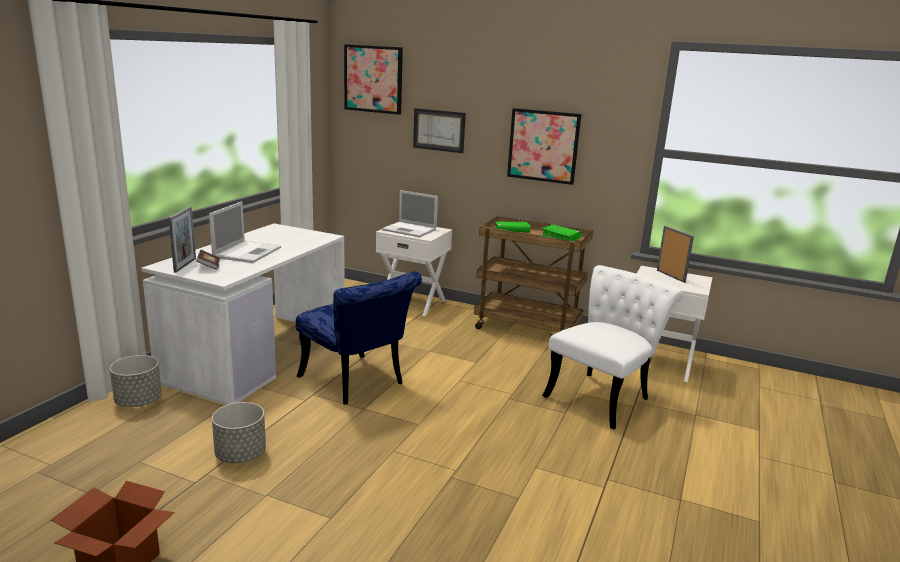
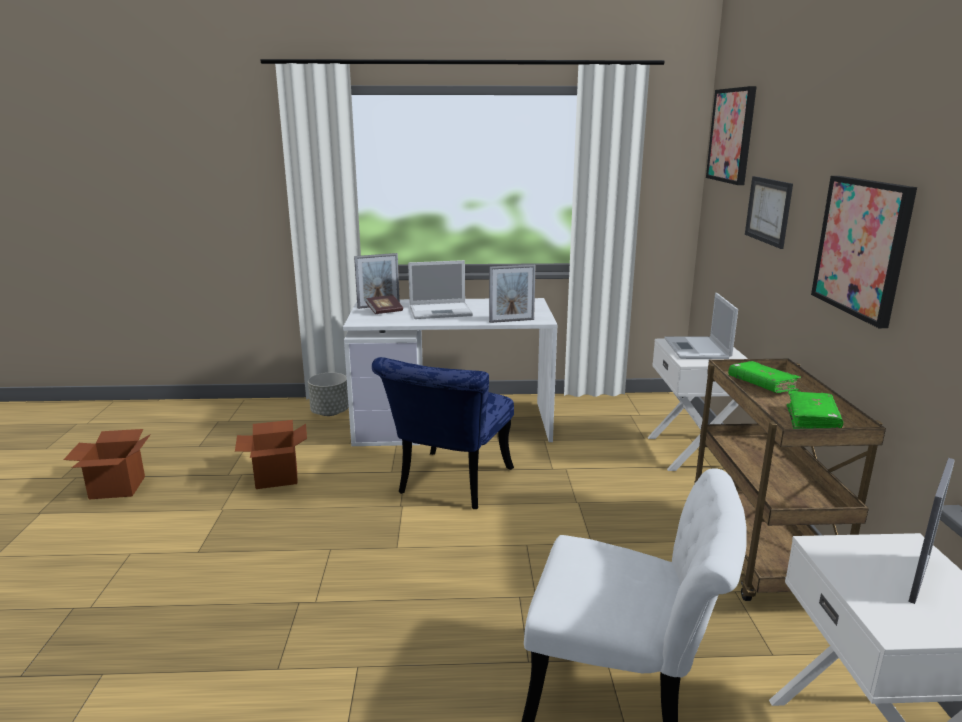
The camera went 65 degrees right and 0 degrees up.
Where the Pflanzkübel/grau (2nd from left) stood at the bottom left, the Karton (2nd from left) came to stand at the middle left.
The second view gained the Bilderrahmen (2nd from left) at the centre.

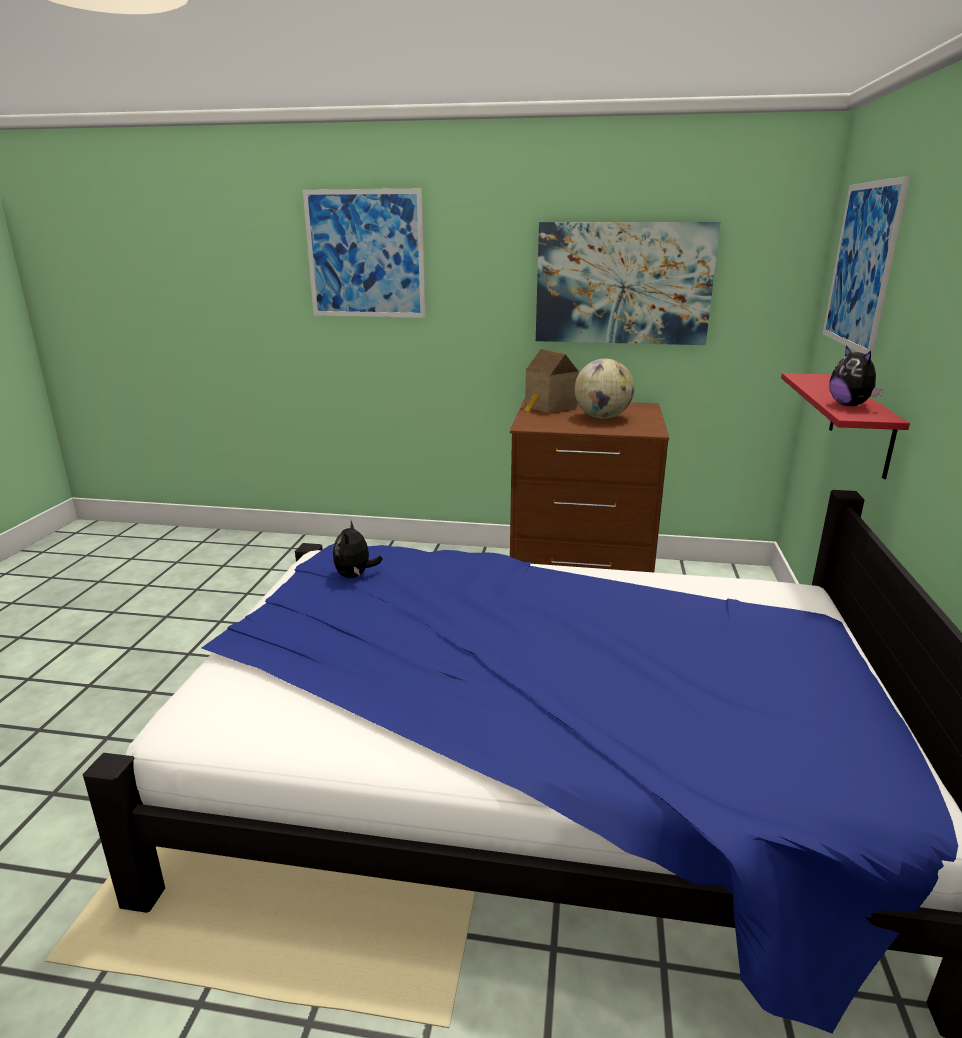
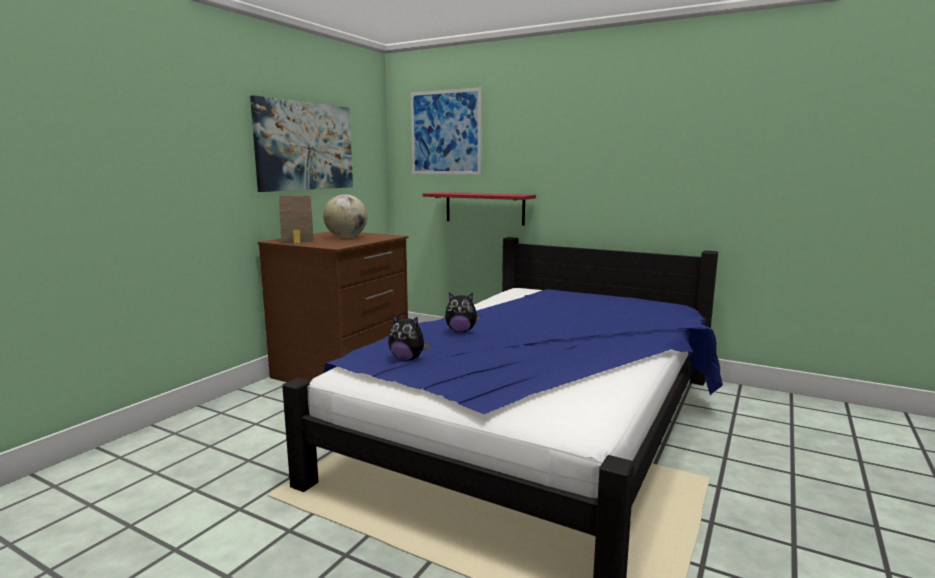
The camera went 70 degrees left and 10 degrees down.
The second view lost the Bild (1st from left) at the top centre.
The Plüschtier (2nd from left) ended up elsewhere, having gone from the middle right to the centre.

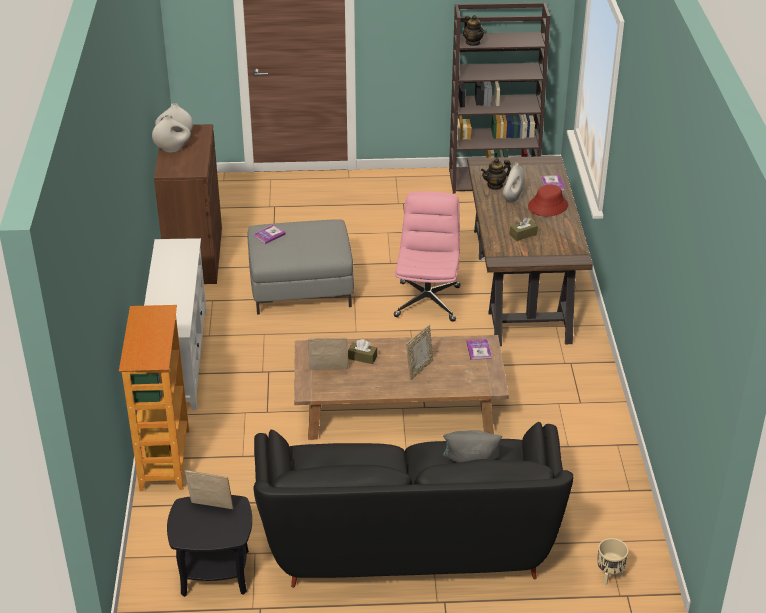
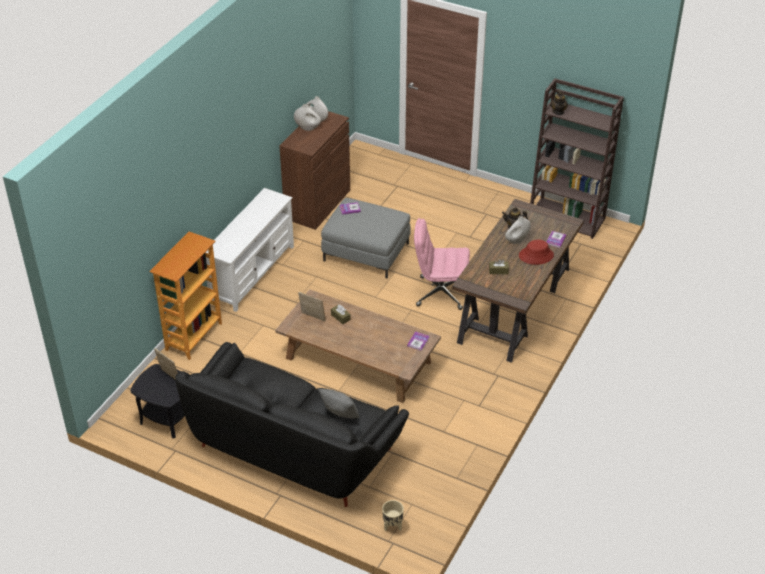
The camera went 30 degrees right and 5 degrees up.
The Bürostuhl/rosa at the centre ended up facing another way, 120 degrees counterclockwise from before.
The second view lost the Bilderrahmen (3rd from left) at the centre.

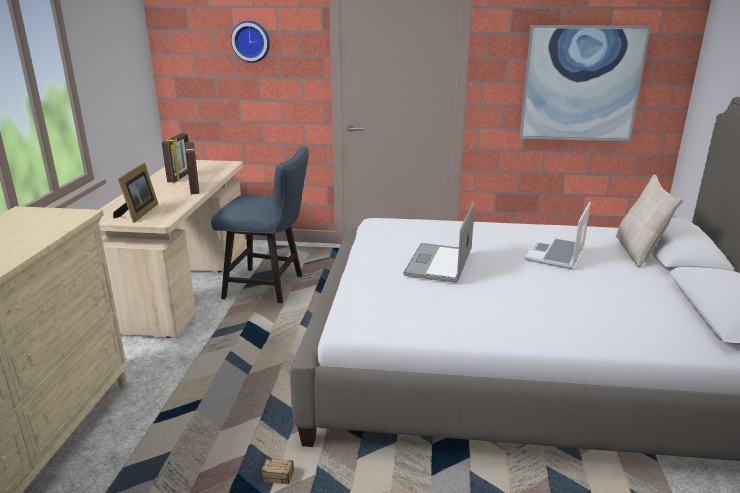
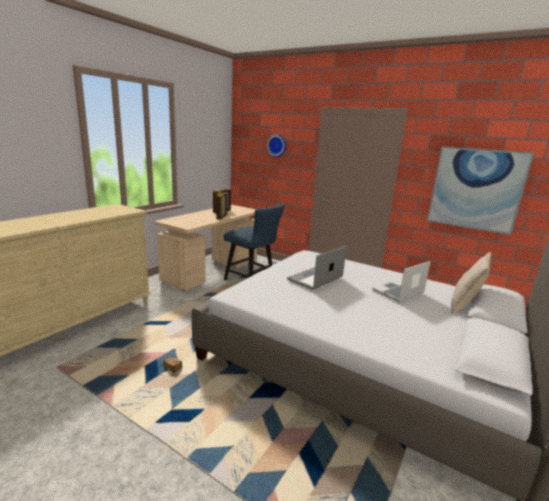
The camera went 25 degrees right and 5 degrees down.
The second view lost the Bilderrahmen (1st from left) at the middle left.

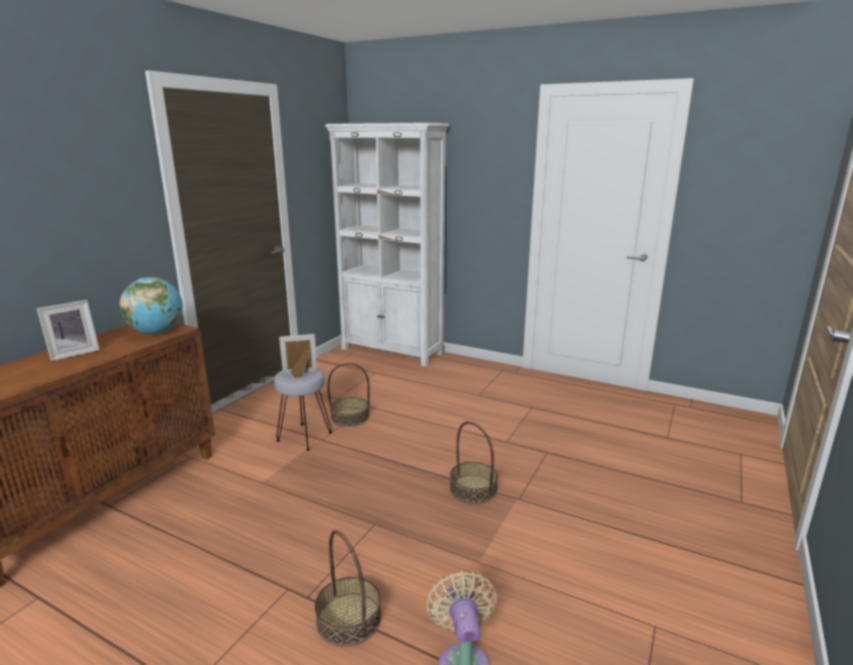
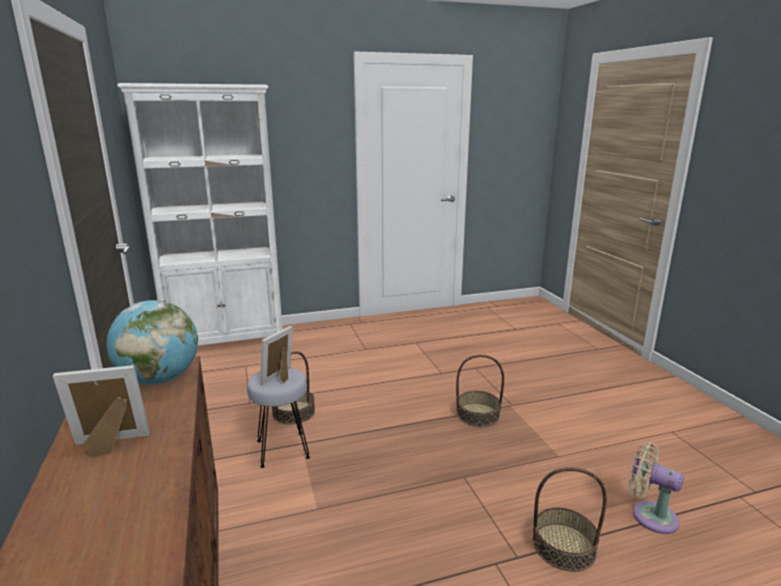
The camera went 45 degrees left and 0 degrees up.
The Bilderrahmen (1st from left) at the middle left ended up facing another way, 105 degrees counterclockwise from before.

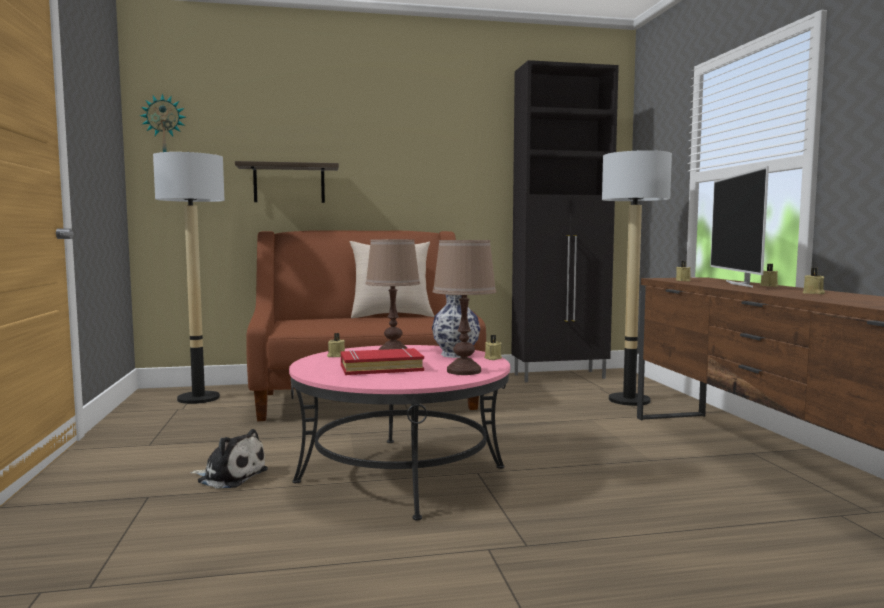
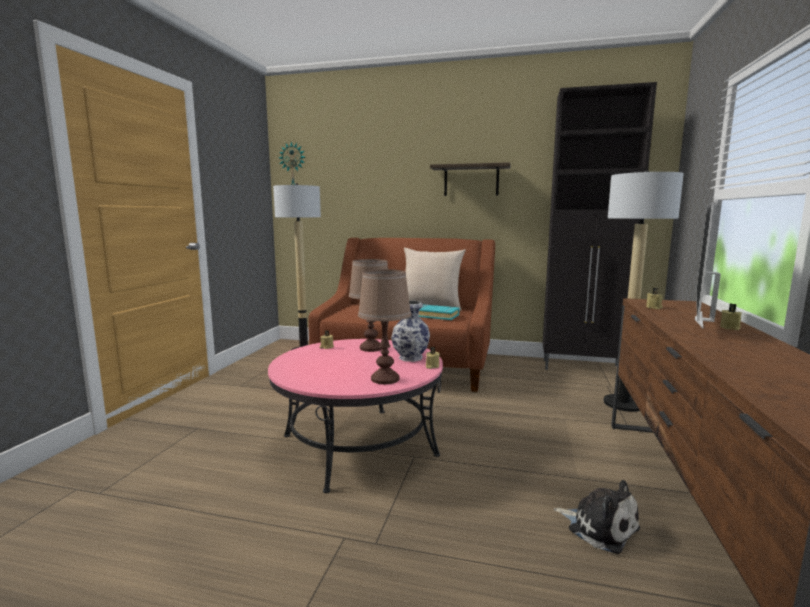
The camera went 25 degrees right and 5 degrees up.
The Wandregal ended up elsewhere, having gone from the top left to the top centre.
The second view lost the Kerze/beige (5th from left) at the middle right.
The second view lost the Buch/rot at the centre.
The Plüschtier ended up elsewhere, having gone from the bottom left to the bottom right.
The second view gained the Buch/türkis at the centre.

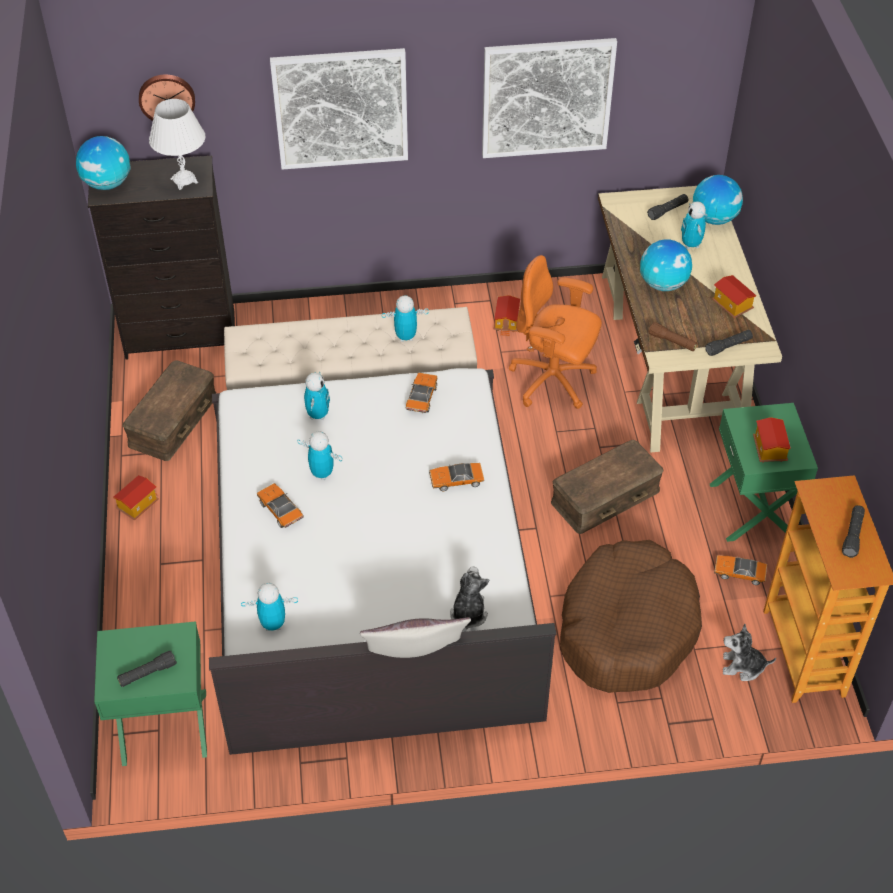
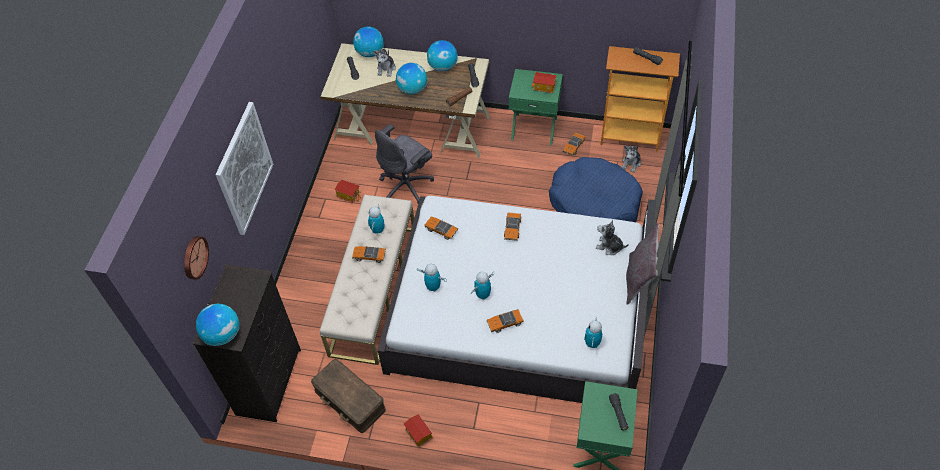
The camera went 70 degrees left and 5 degrees up.
The second view lost the Bild (2nd from left) at the top centre.
The second view lost the Tischlampe/weiß at the top left.
Where the Spielzeugroboter (5th from left) stood at the top right, the Plüschtier (1st from left) came to stand at the top centre.
What was the Bürostuhl/orange at the centre turned into the Bürostuhl/grau at the centre.
Where the Spielzeughaus (3rd from left) stood at the top right, the Globus (4th from left) came to stand at the top centre.
The second view lost the Aufbewahrungsbox/braun (2nd from left) at the middle right.
What was the Hundebett/braun at the bottom right turned into the Hundebett/blau at the centre.
The second view gained the Spielzeugauto (1st from left) at the centre.

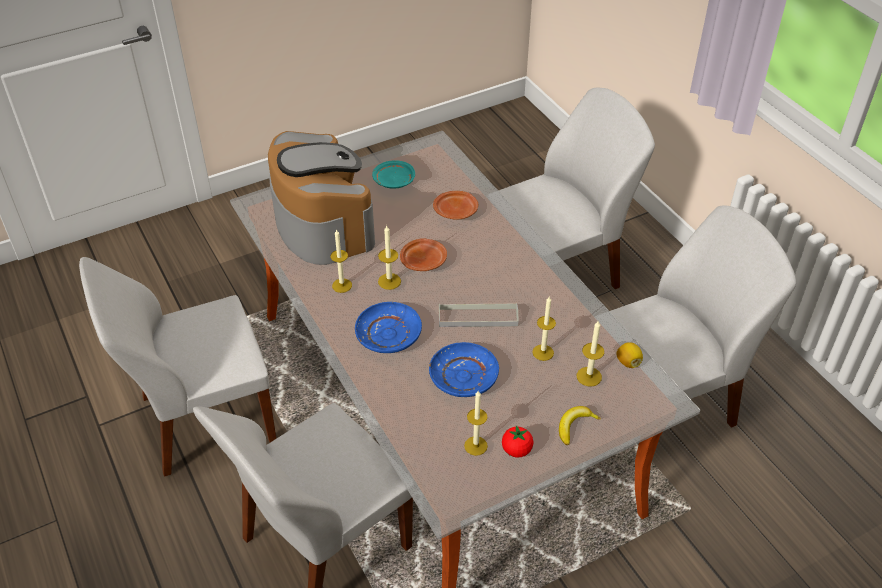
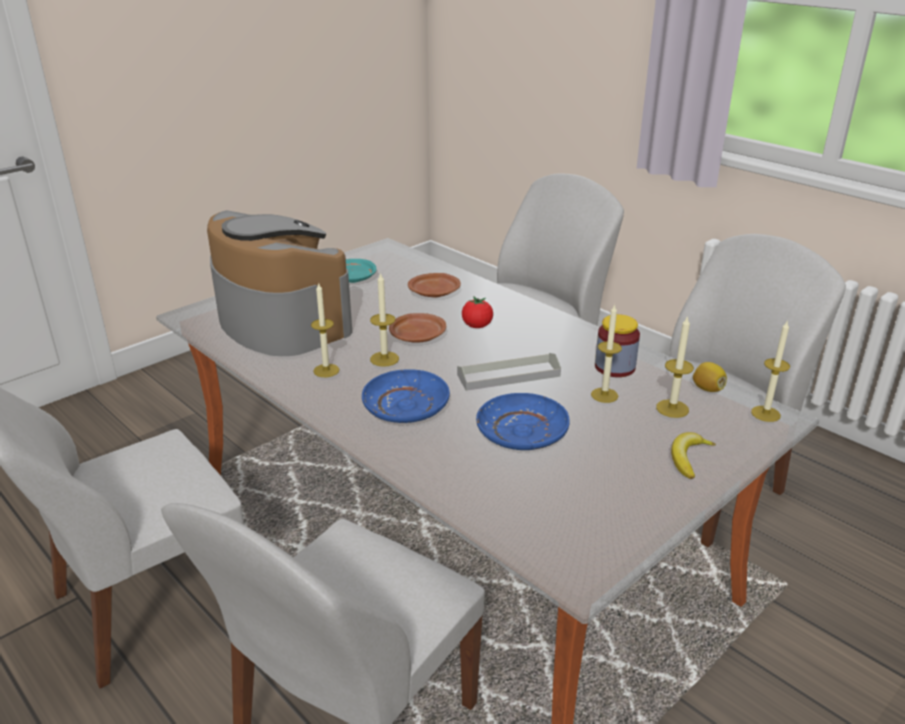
The camera went 15 degrees left and 15 degrees down.
The Kerze (3rd from left in the first image) ended up elsewhere, having gone from the bottom centre to the middle right.
The Tomate ended up elsewhere, having gone from the bottom centre to the centre.
The second view gained the Vorratsglas at the middle right.

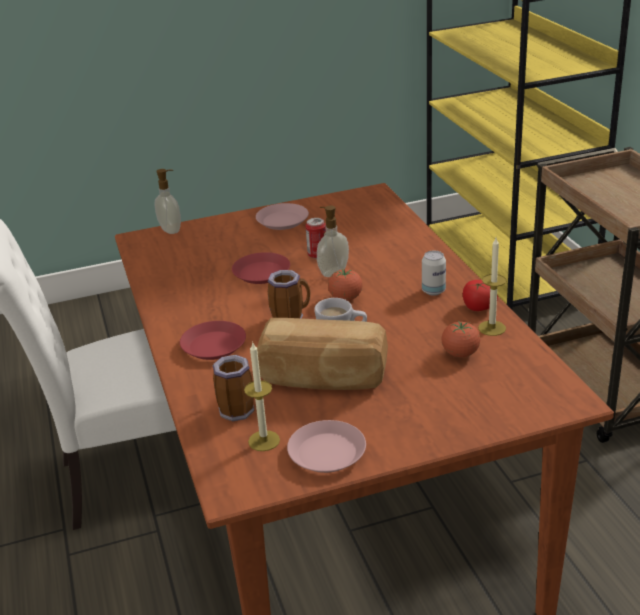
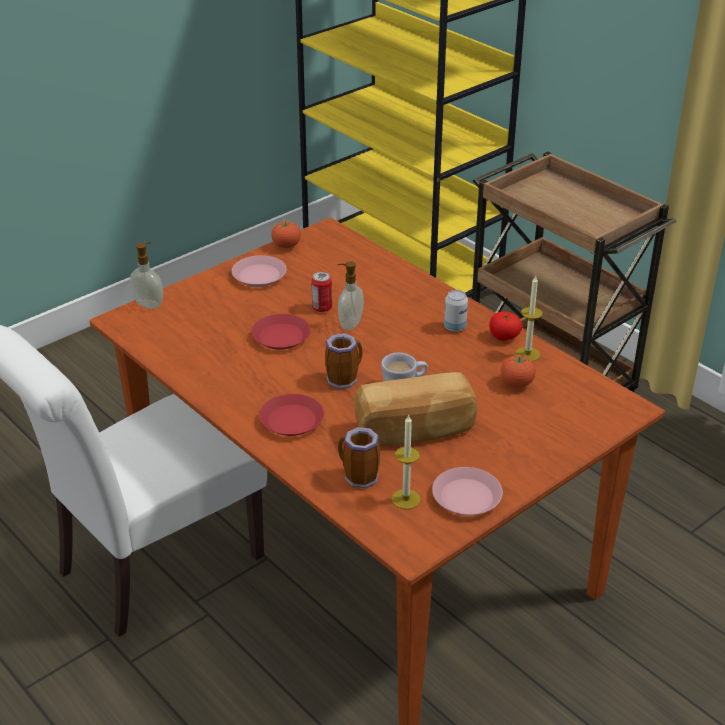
The camera went 25 degrees left and 5 degrees up.
The Tomate (1st from left) ended up elsewhere, having gone from the centre to the top centre.

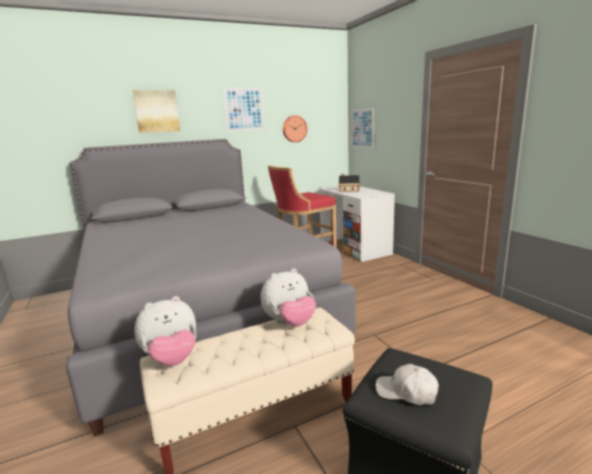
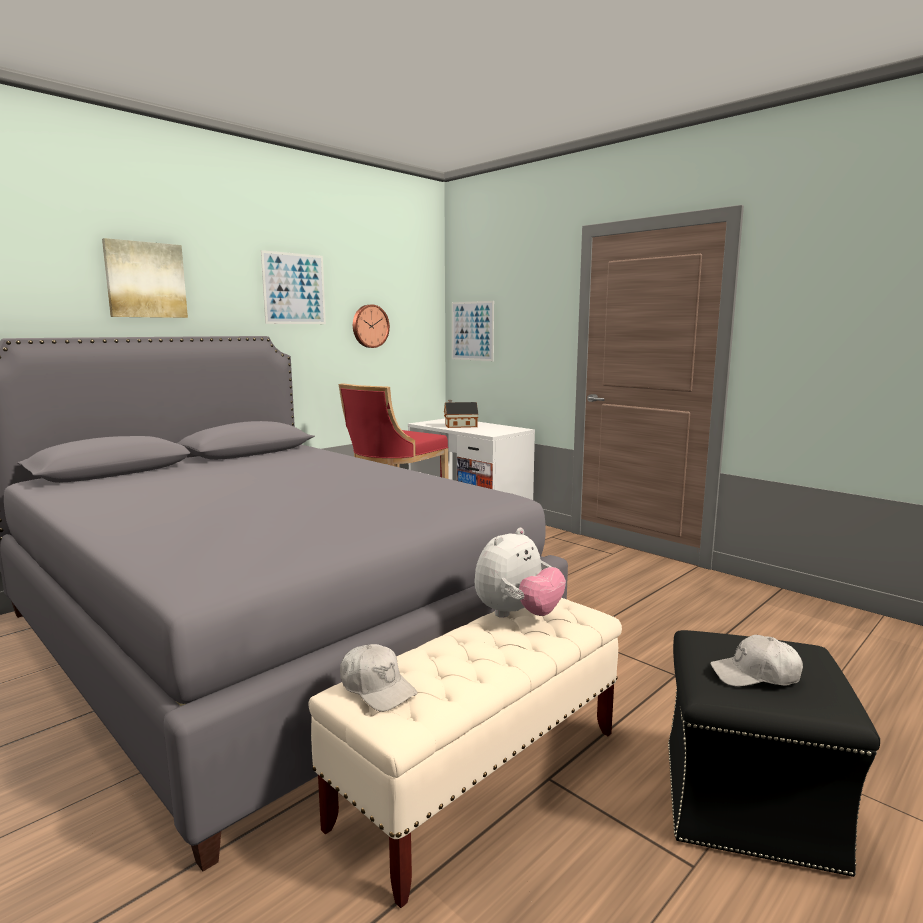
The camera went 20 degrees left and 5 degrees down.
Where the Plüschtier (1st from left) stood at the bottom left, the Kappe/weiß (1st from left) came to stand at the bottom centre.

